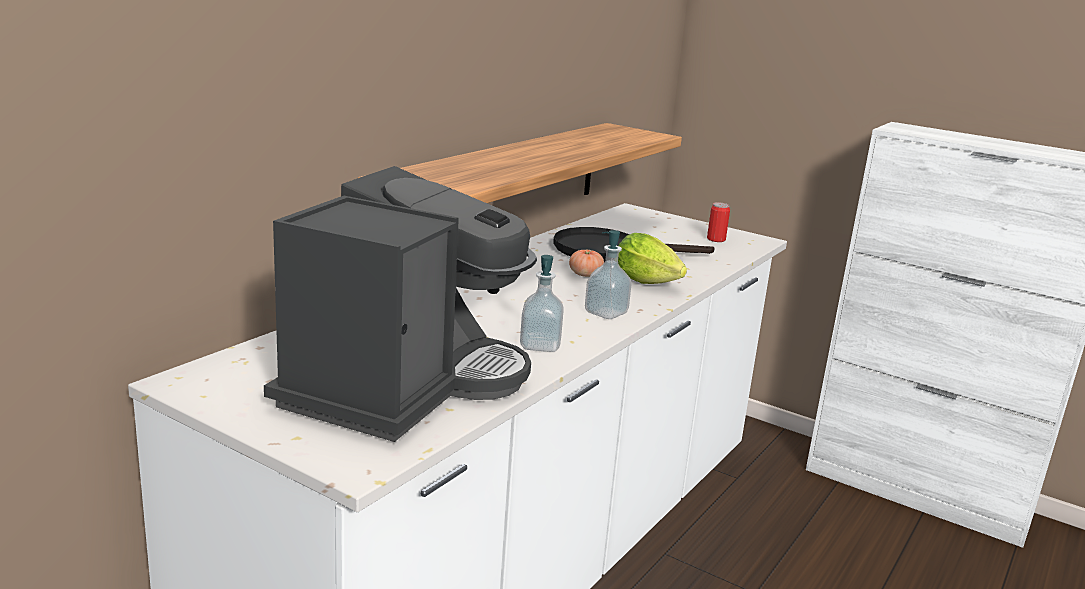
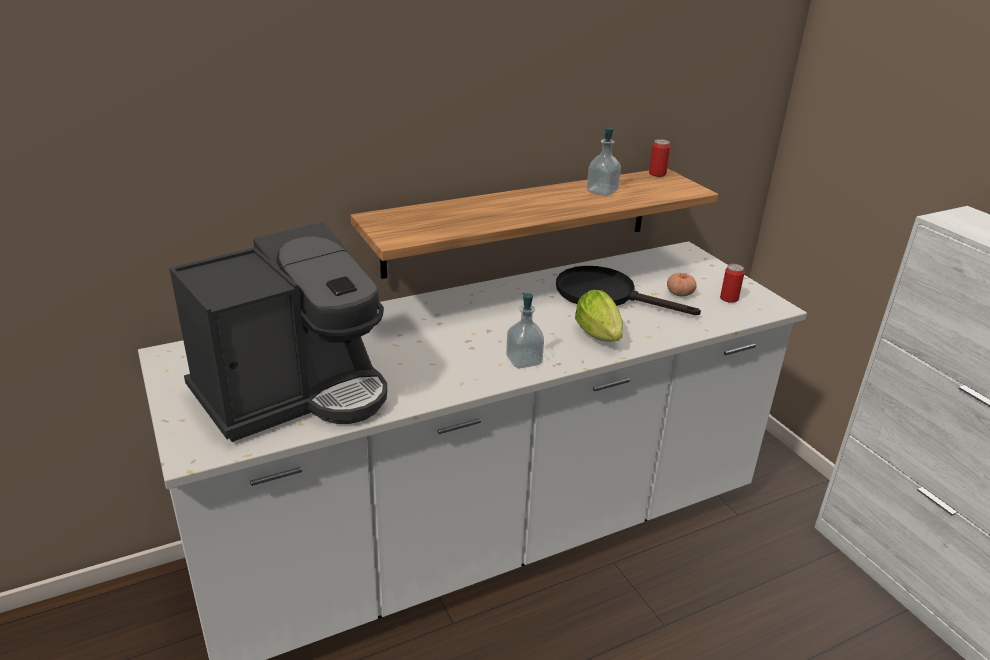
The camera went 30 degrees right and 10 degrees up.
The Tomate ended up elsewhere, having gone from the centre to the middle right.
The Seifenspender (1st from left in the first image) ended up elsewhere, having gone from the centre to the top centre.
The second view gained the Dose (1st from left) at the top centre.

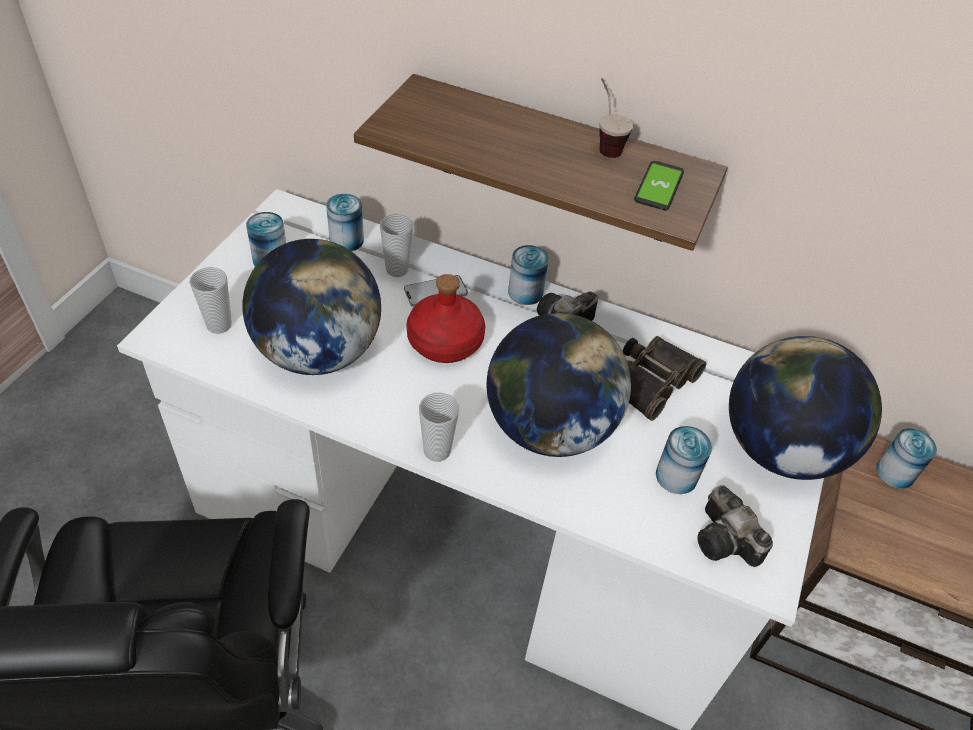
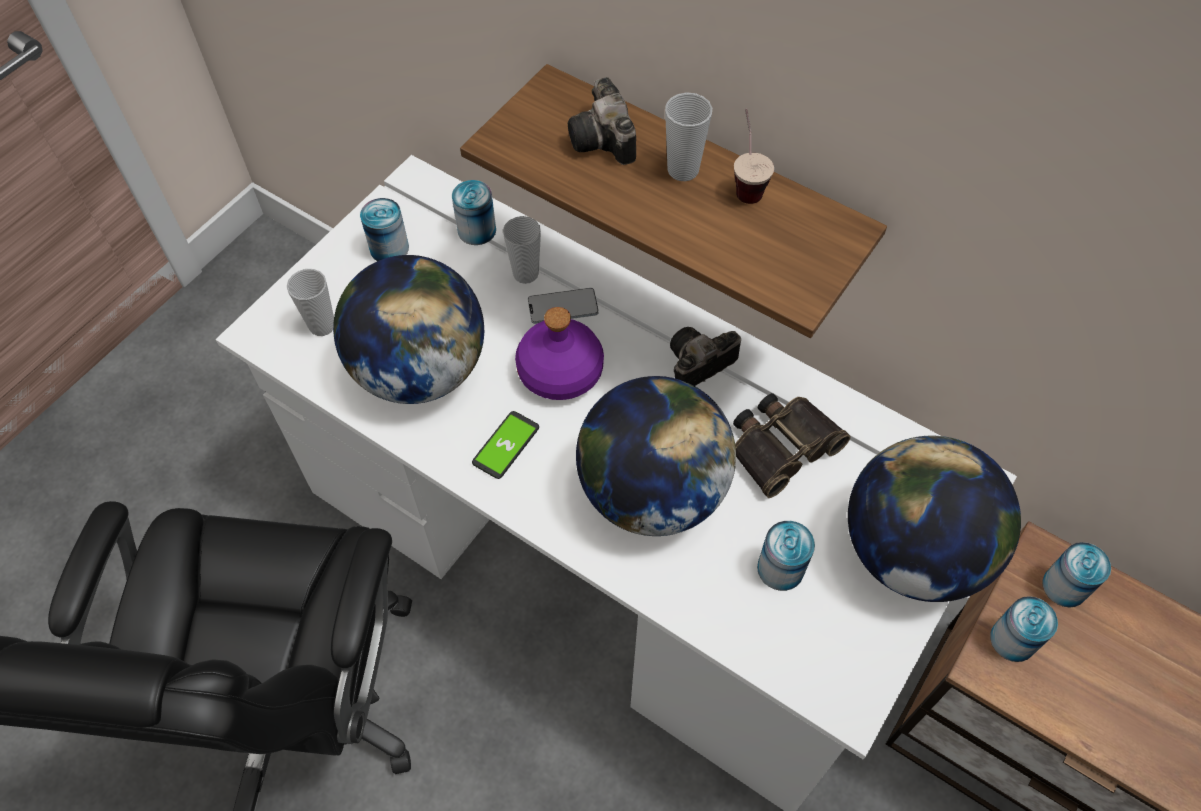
The camera went 15 degrees right and 10 degrees up.
The Handy (2nd from left in the first image) ended up elsewhere, having gone from the top right to the centre.
The Dose (3rd from left in the first image) ended up elsewhere, having gone from the centre to the bottom right.
What was the Flasche/rot at the centre turned into the Flasche/lila at the centre.
The Tasse (3rd from left) ended up elsewhere, having gone from the centre to the top centre.
The Kamera (2nd from left in the first image) ended up elsewhere, having gone from the bottom right to the top centre.

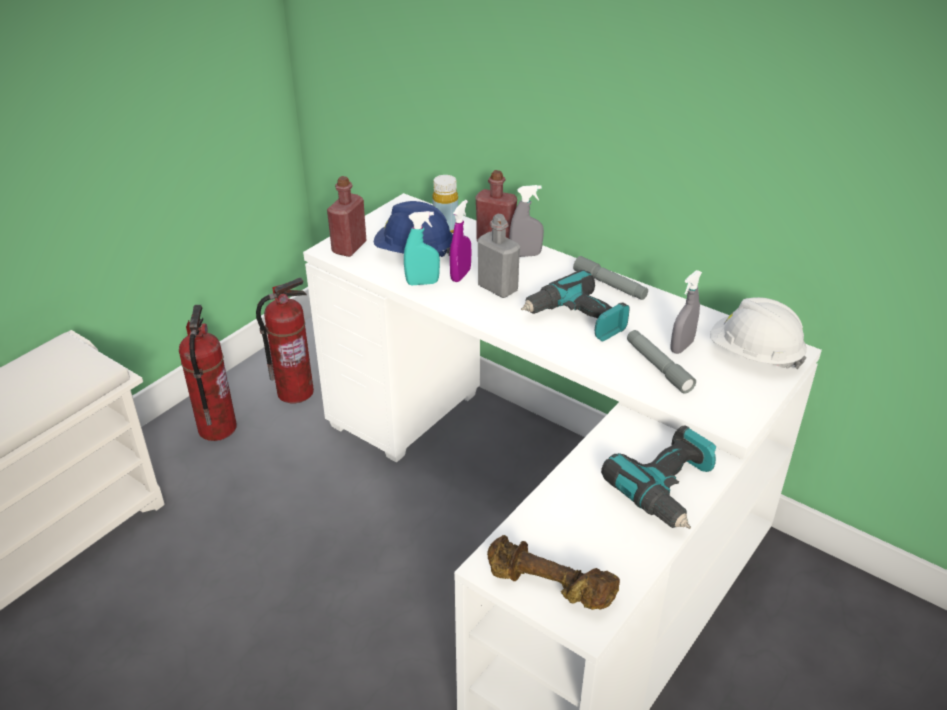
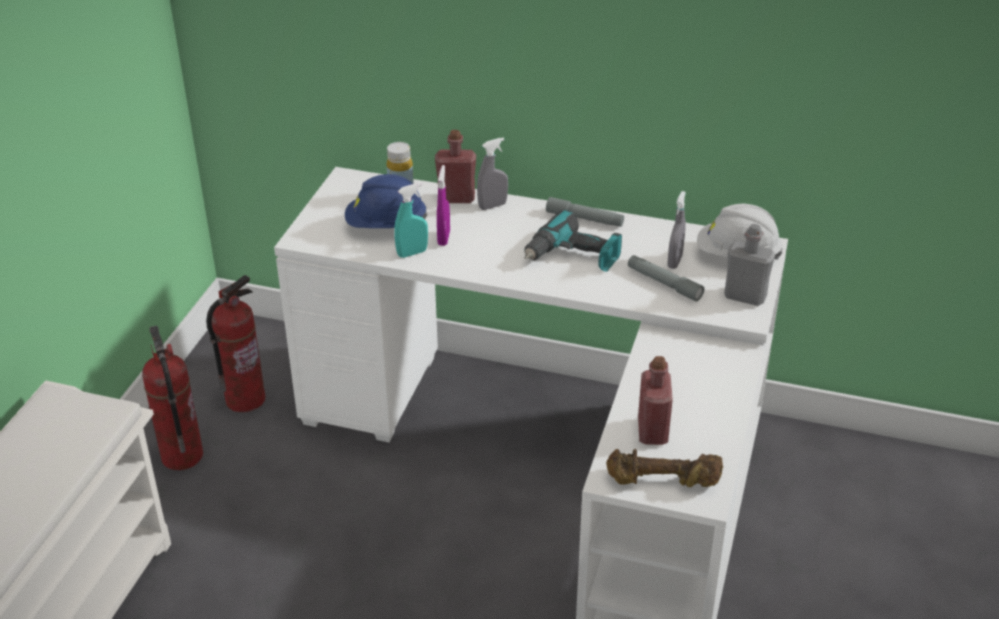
The camera went 20 degrees left and 0 degrees up.
The Flasche/rot (1st from left in the first image) ended up elsewhere, having gone from the top centre to the centre.
The Flasche/grau ended up elsewhere, having gone from the centre to the middle right.
The second view lost the Bohrmaschine (2nd from left) at the bottom right.

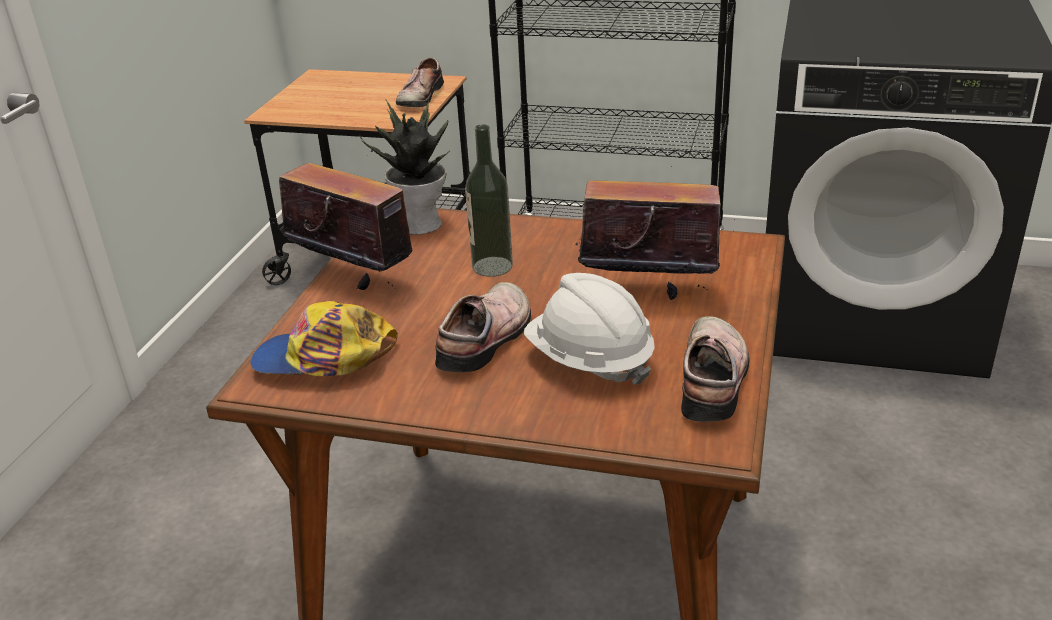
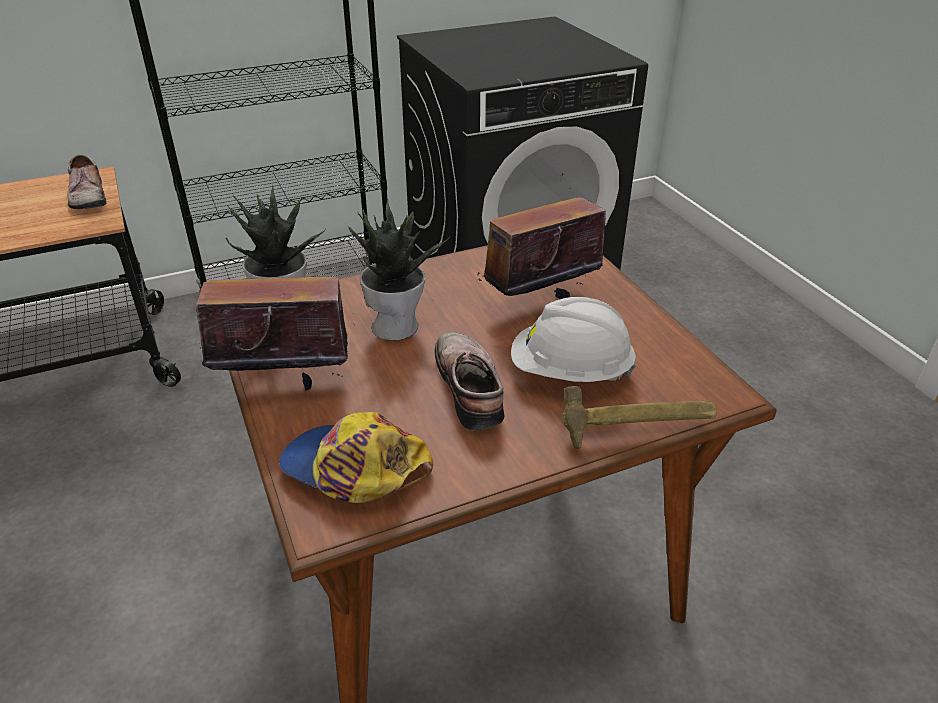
The camera went 40 degrees left and 5 degrees up.
Where the Flasche stood at the top centre, the Topfpflanze (2nd from left) came to stand at the centre.
The Kappe at the middle left ended up facing another way, 60 degrees clockwise from before.
The second view lost the Schuh (3rd from left) at the middle right.
The second view gained the Hammer at the middle right.

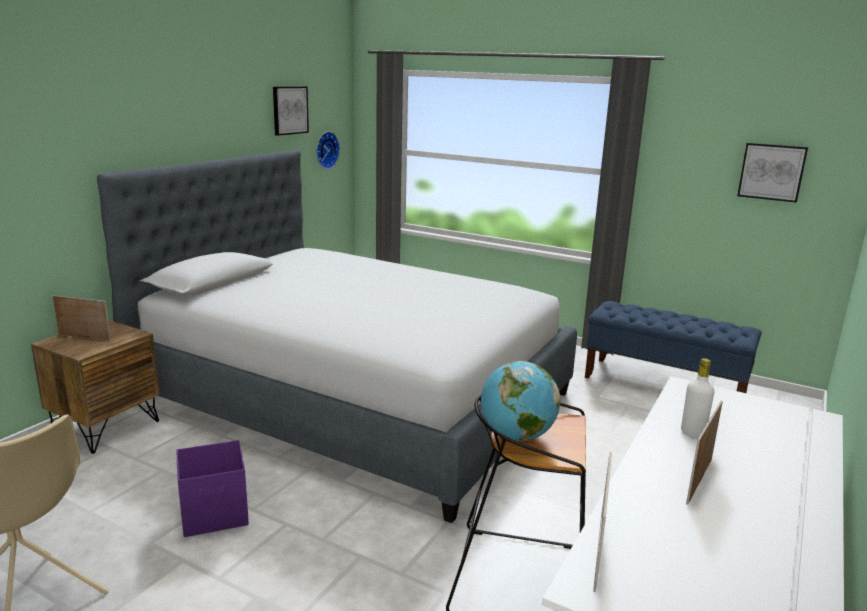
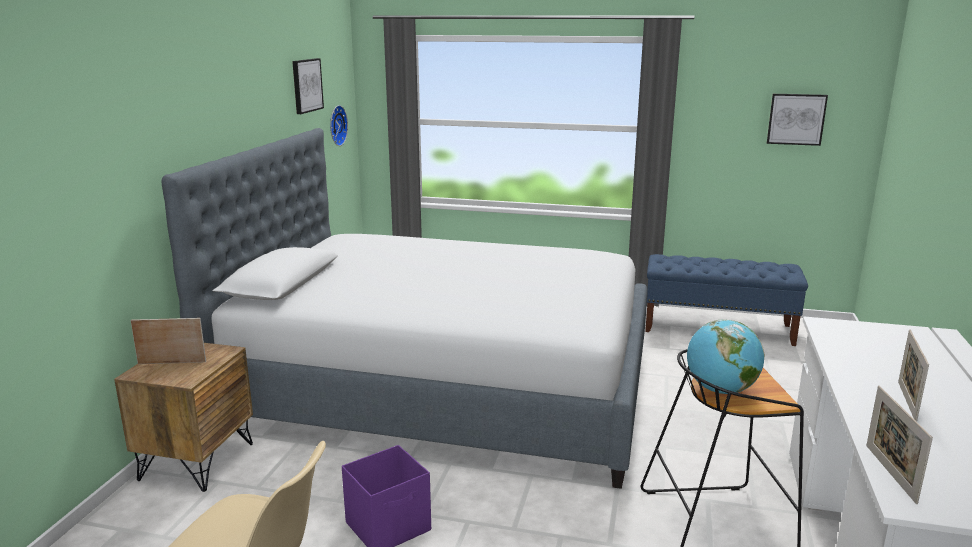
The camera went 15 degrees left and 0 degrees up.
The second view lost the Flasche/weiß at the middle right.

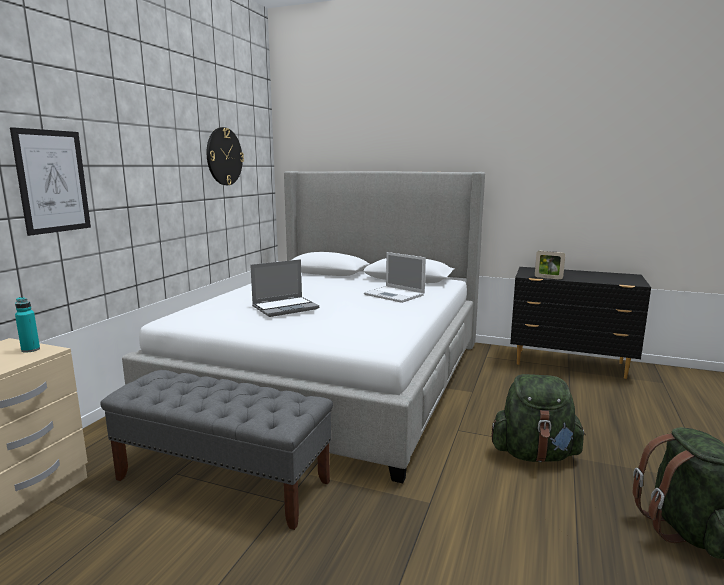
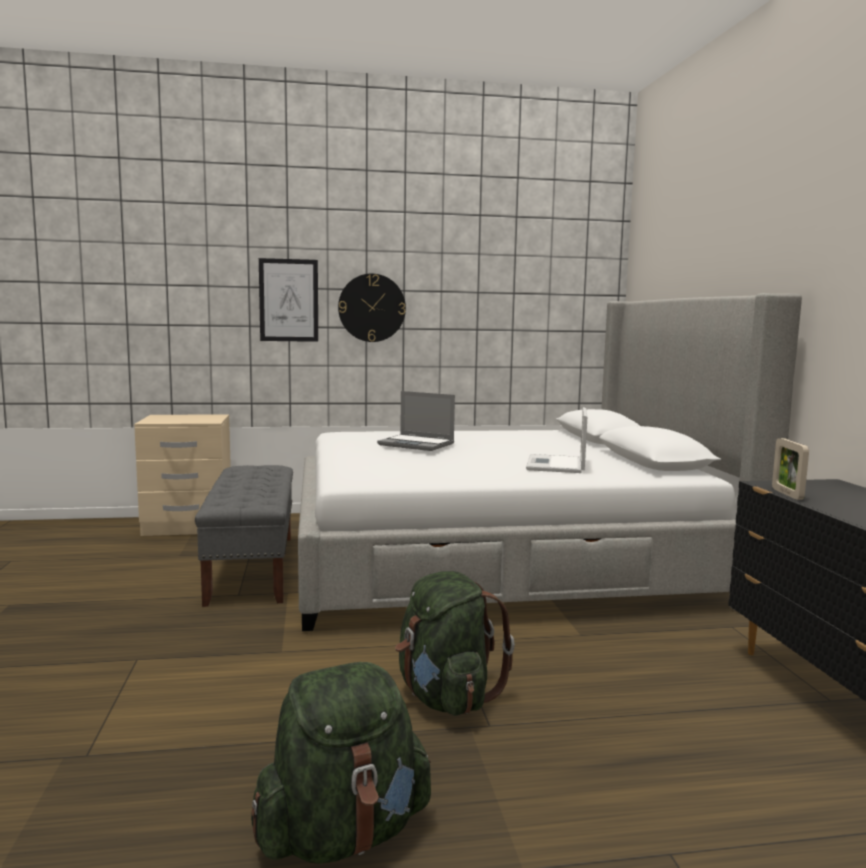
The camera went 60 degrees right and 5 degrees down.
The Wanduhr ended up elsewhere, having gone from the top left to the centre.
The second view lost the Flasche/türkis at the middle left.

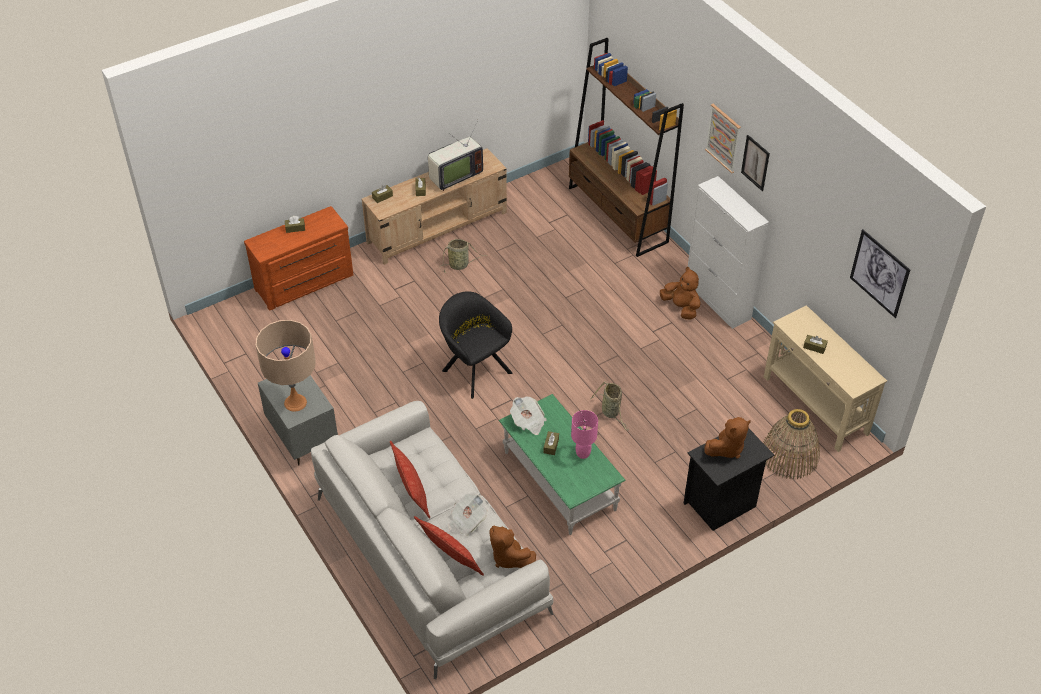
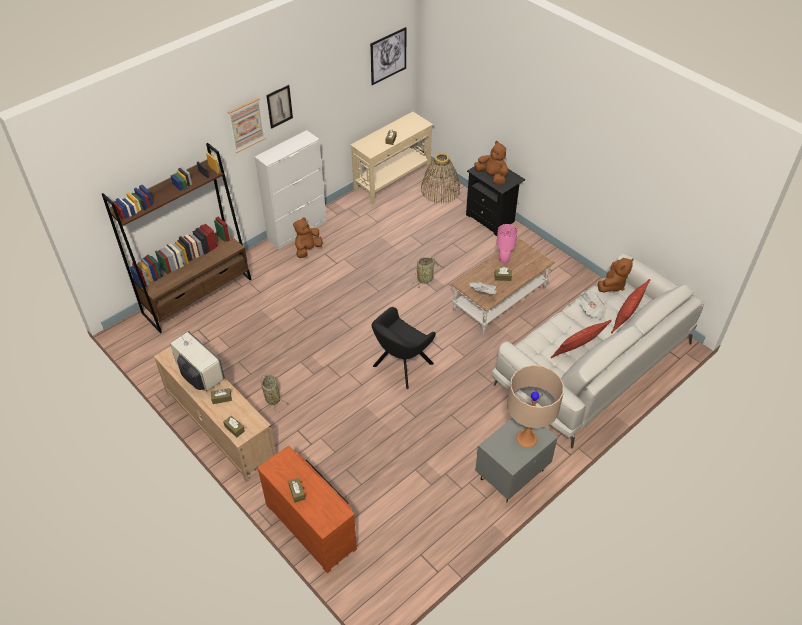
The camera went 100 degrees left and 0 degrees up.
What was the Couchtisch/grün at the bottom centre turned into the Couchtisch/braun at the centre.

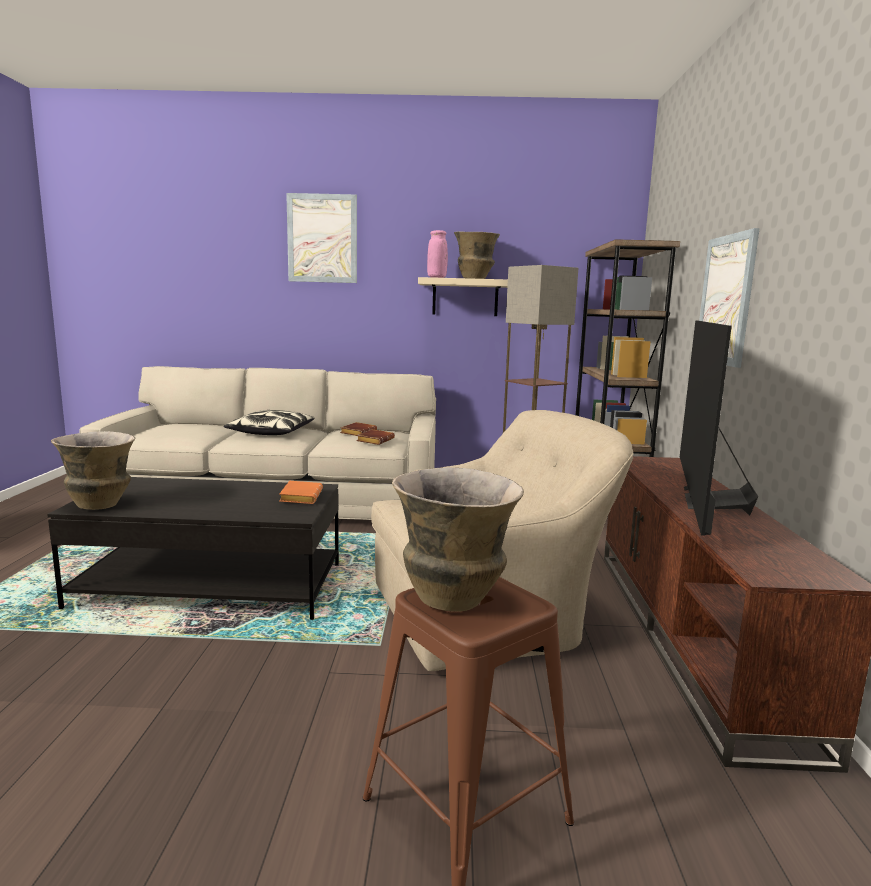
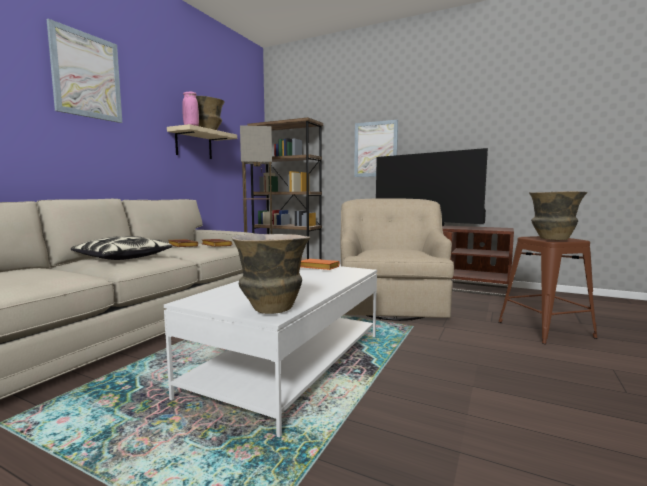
The camera went 65 degrees left and 5 degrees down.
What was the Couchtisch/schwarz at the middle left turned into the Couchtisch/weiß at the bottom centre.

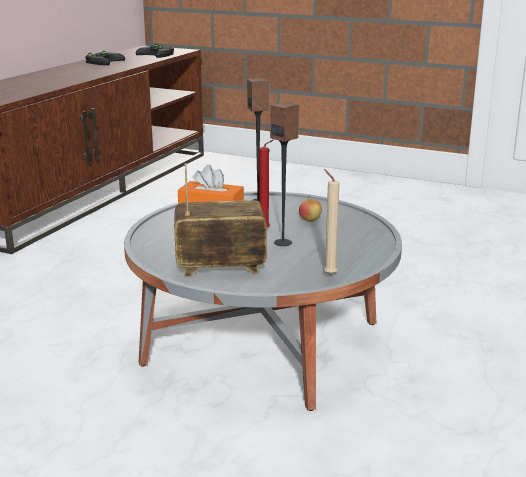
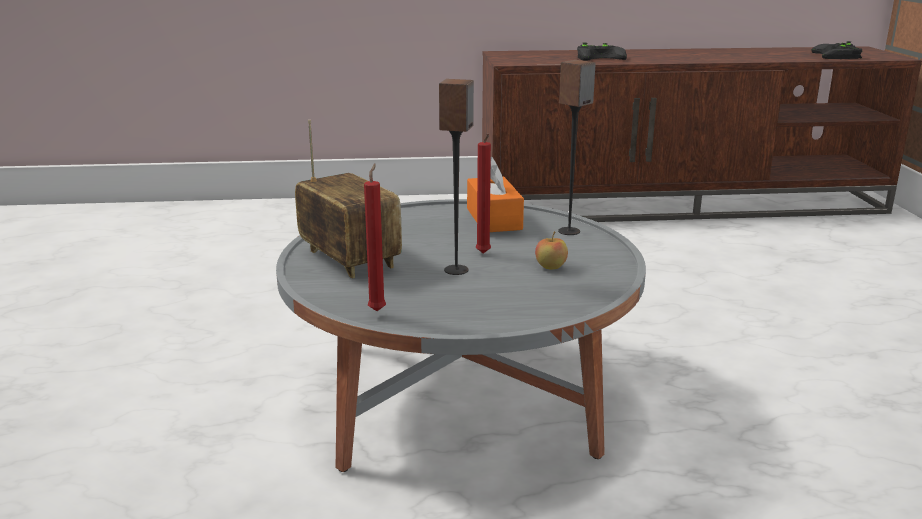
The camera went 60 degrees right and 0 degrees up.
The Gamepad/schwarz (1st from left) ended up elsewhere, having gone from the top left to the top centre.
What was the Kerze/beige at the centre turned into the Kerze/rot (1st from left) at the centre.

